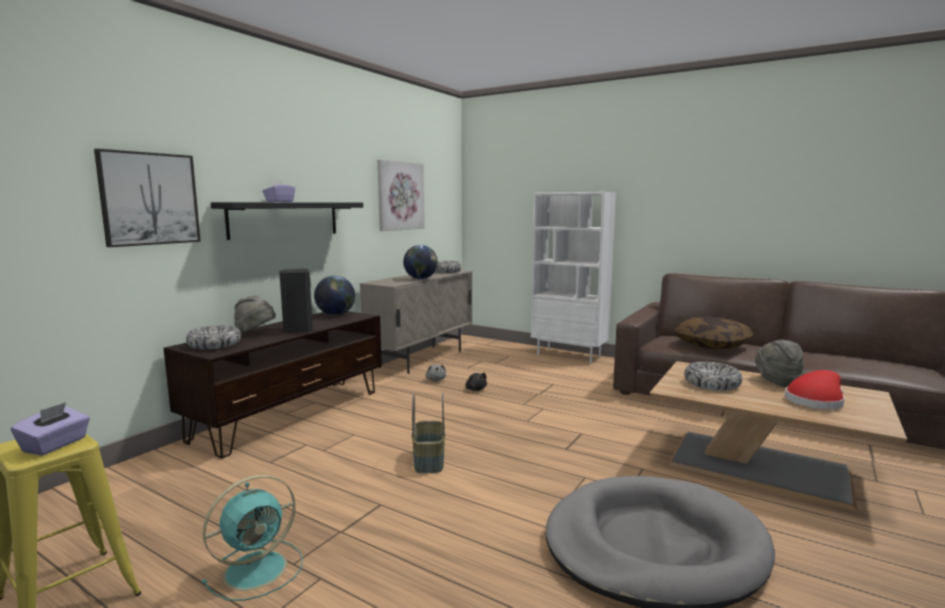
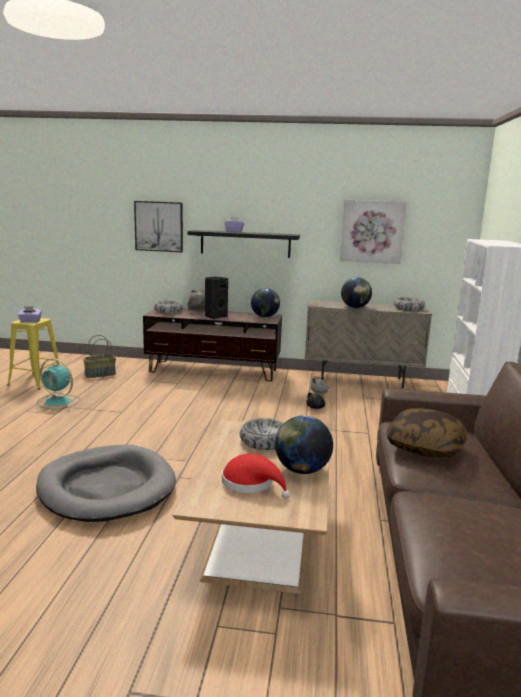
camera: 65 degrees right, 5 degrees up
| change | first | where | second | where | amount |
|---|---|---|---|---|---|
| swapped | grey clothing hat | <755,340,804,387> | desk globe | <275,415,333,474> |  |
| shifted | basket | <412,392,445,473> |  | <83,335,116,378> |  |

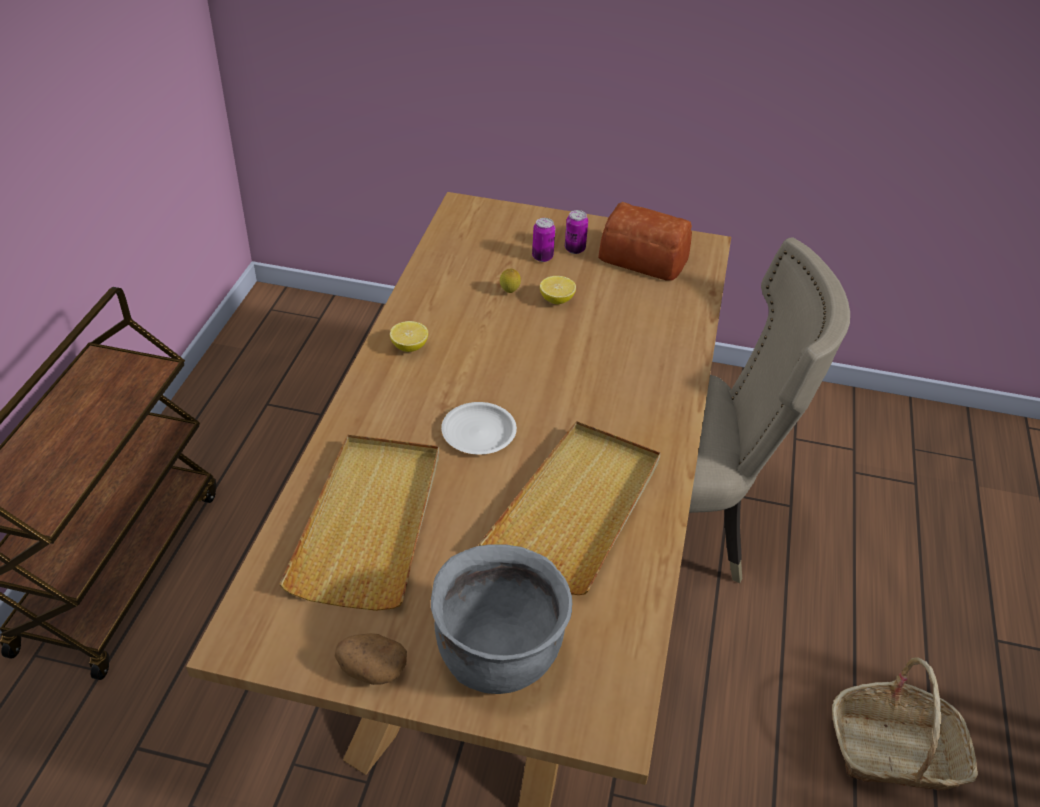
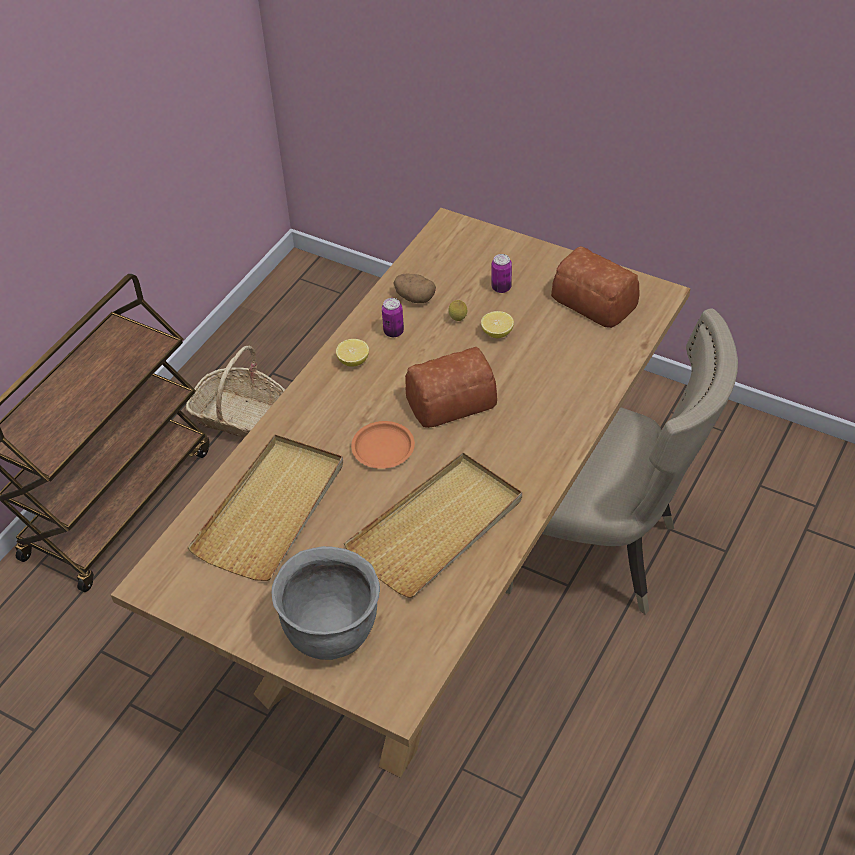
camera: 20 degrees right, 5 degrees up
| change | first | where | second | where | amount |
|---|---|---|---|---|---|
| shifted | metal can | <565,210,588,254> |  | <382,298,404,337> |  |
| repainted | whitish plate | <441,402,517,455> | orange-coloured plate | <351,421,415,469> |  |
| shifted | spud | <335,633,407,685> |  | <393,274,436,303> |  |
| shifted | basket | <832,657,978,790> |  | <186,346,285,438> |  |
| new |  |  | bread | <405,347,497,428> |  |

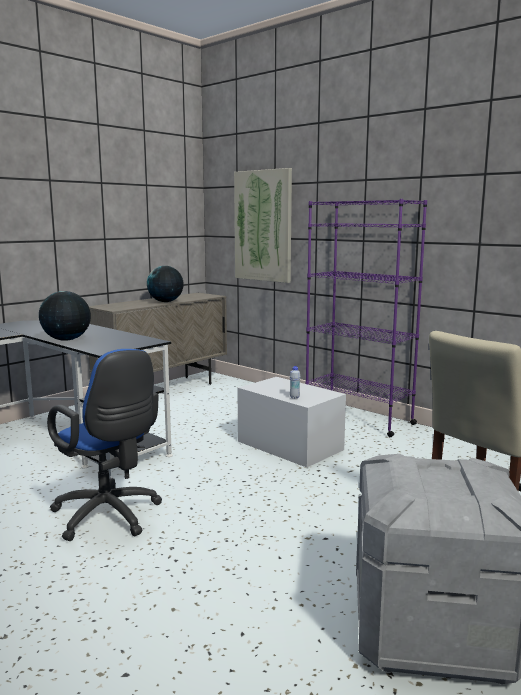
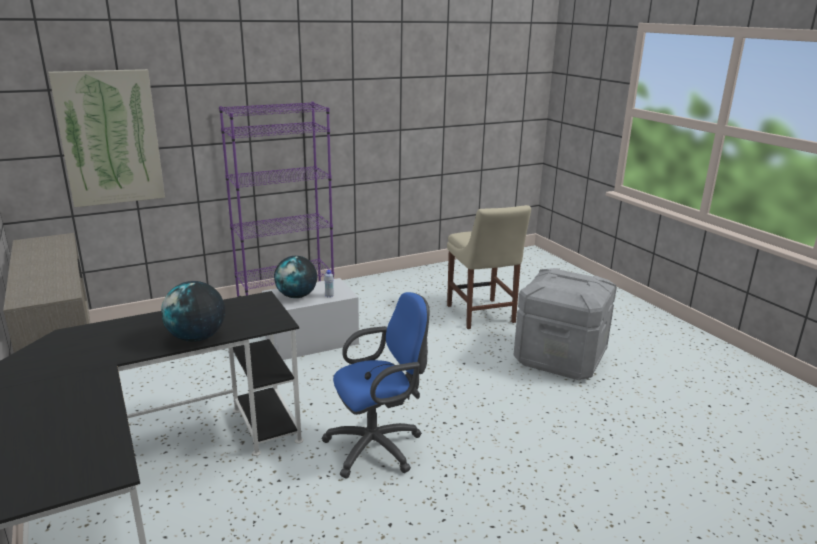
camera: 70 degrees left, 10 degrees up
| change | first | where | second | where | amount |
|---|---|---|---|---|---|
| shifted | desk globe | <147,266,184,302> |  | <274,256,317,298> |  |

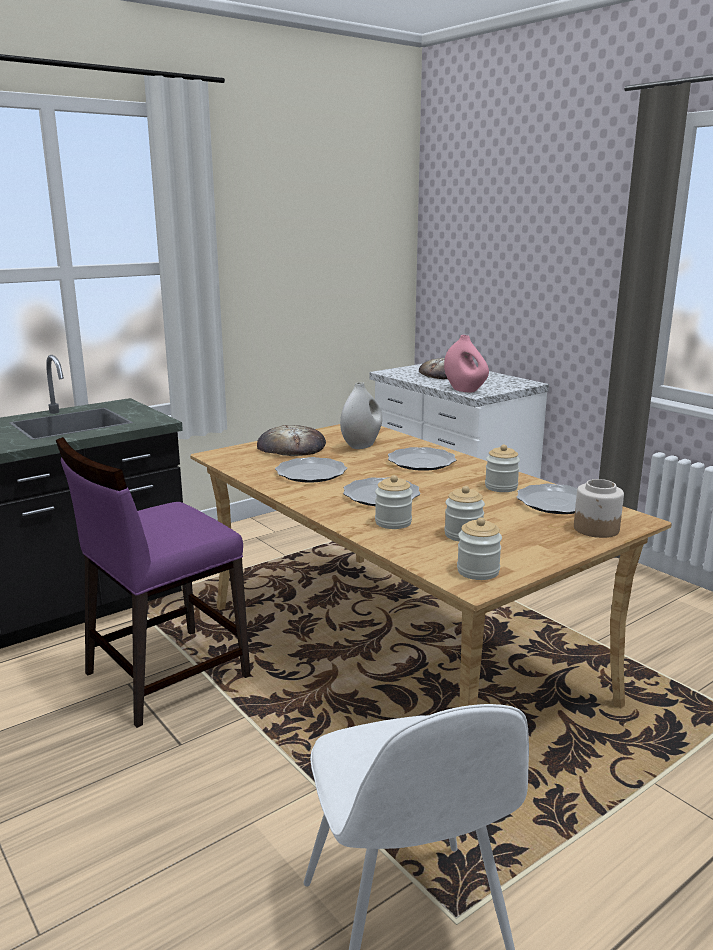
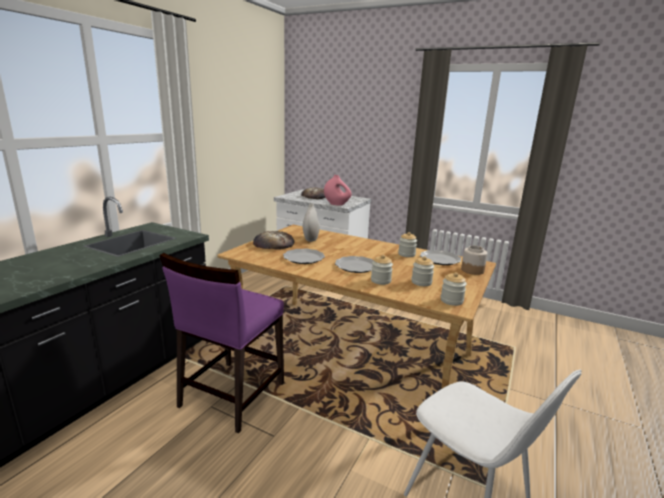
camera: 25 degrees left, 0 degrees up
| change | first | where | second | where | amount |
|---|---|---|---|---|---|
| gone | plate | <388,447,456,471> |  |  |  |

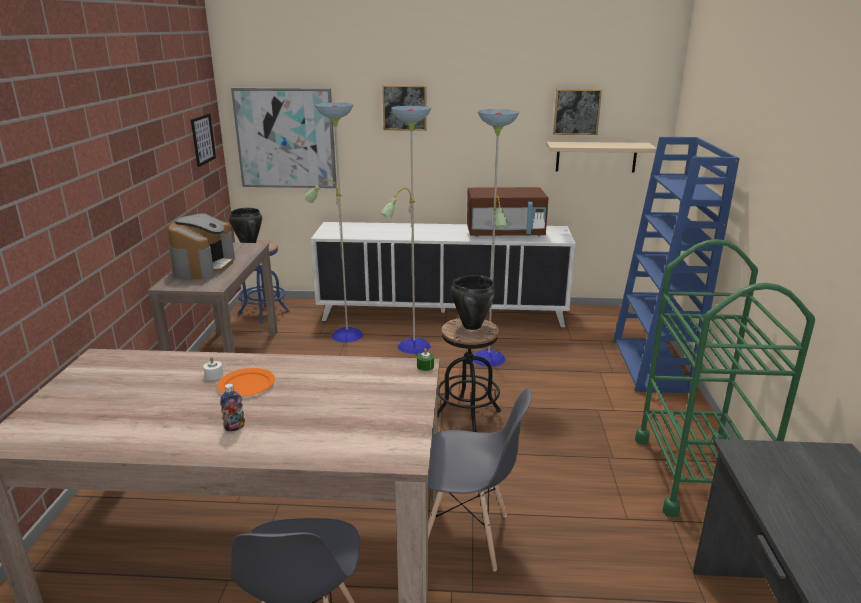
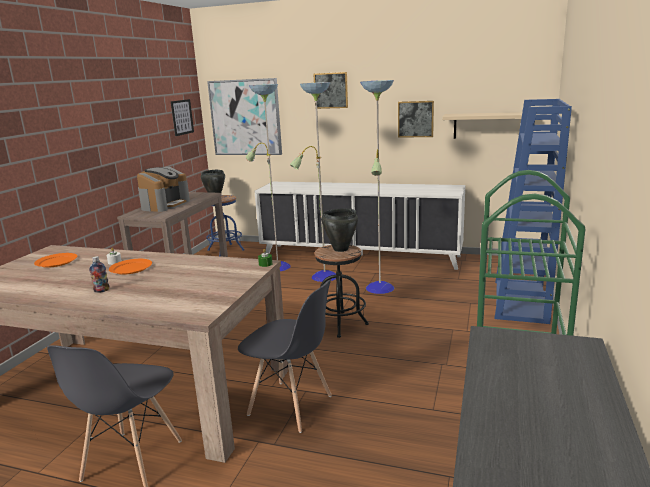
camera: 15 degrees right, 5 degrees down
| change | first | where | second | where | amount |
|---|---|---|---|---|---|
| shifted | wall picture | <553,89,602,135> |  | <398,101,434,138> |  |
| gone | brownish microwave oven | <467,187,549,237> |  |  |  |
| new |  |  | orange-coloured plate | <34,253,77,268> |  |

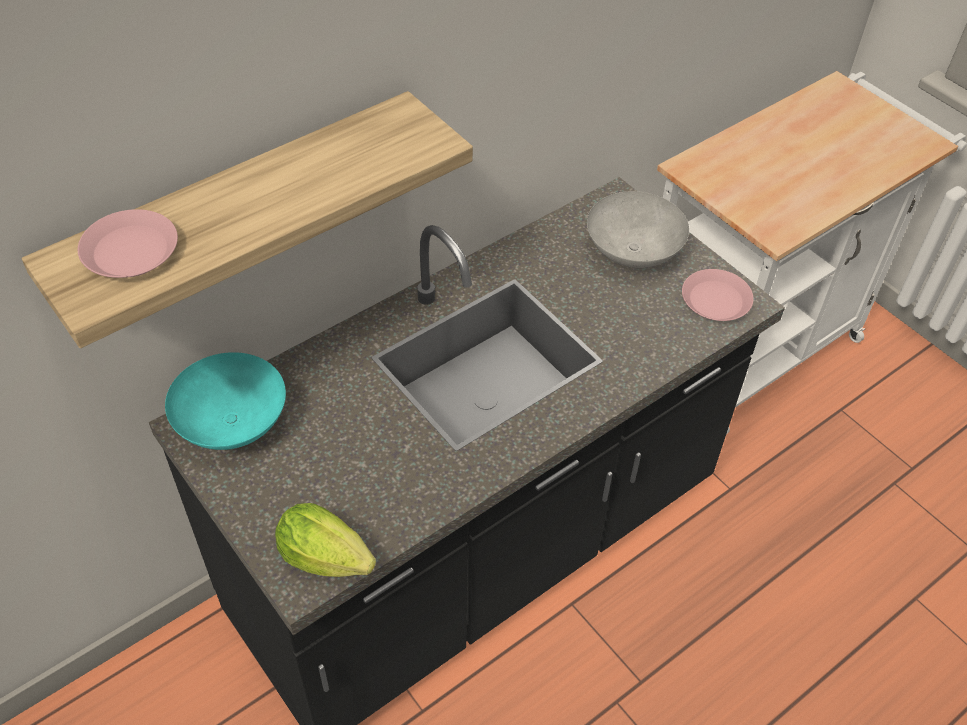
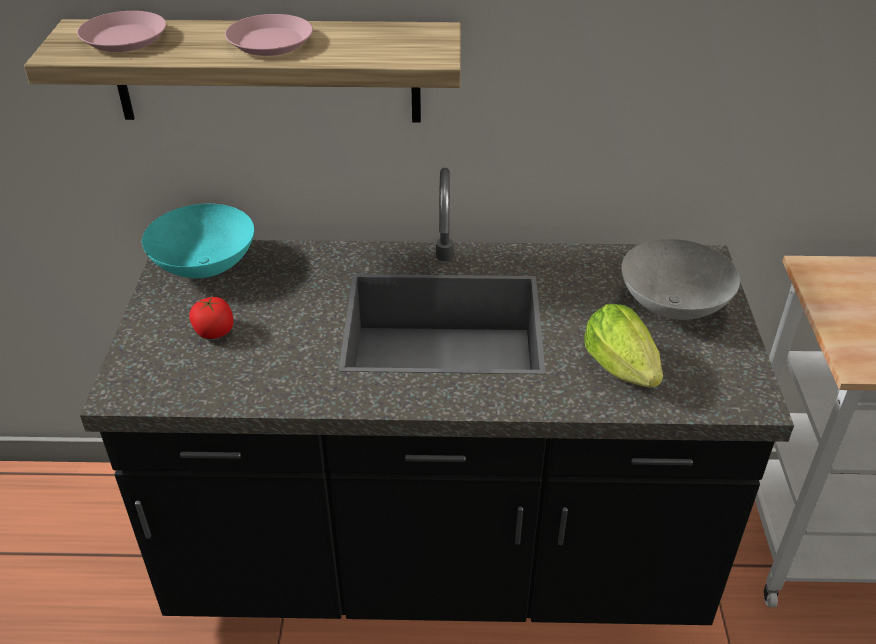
camera: 40 degrees right, 10 degrees down
| change | first | where | second | where | amount |
|---|---|---|---|---|---|
| shifted | pink plate | <682,269,754,321> |  | <225,14,313,56> |  |
| shifted | head of lettuce | <275,503,376,577> |  | <584,304,663,388> |  |
| new |  |  | tomato | <189,296,233,339> |  |

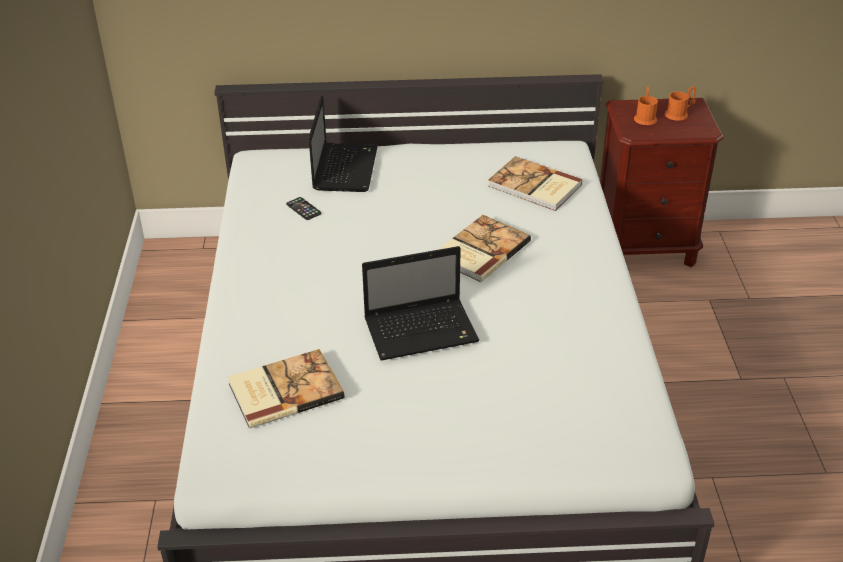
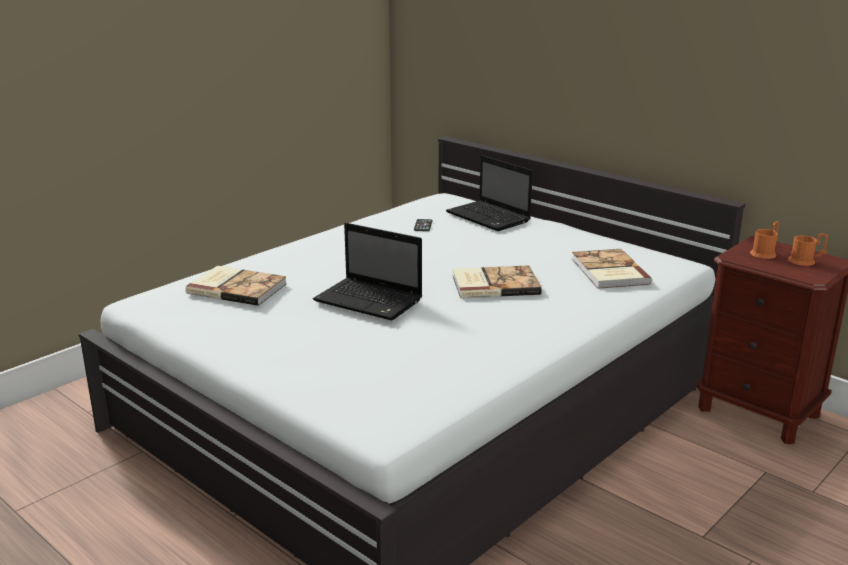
camera: 45 degrees right, 15 degrees down
| change | first | where | second | where | amount |
|---|---|---|---|---|---|
| rotated | laptop | <308,95,378,192> |  | <446,155,533,231> | 90 degrees clockwise |

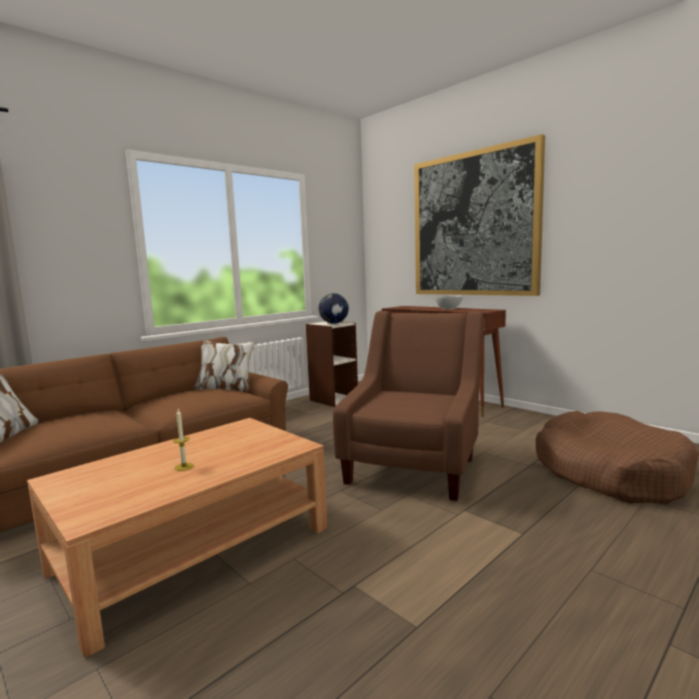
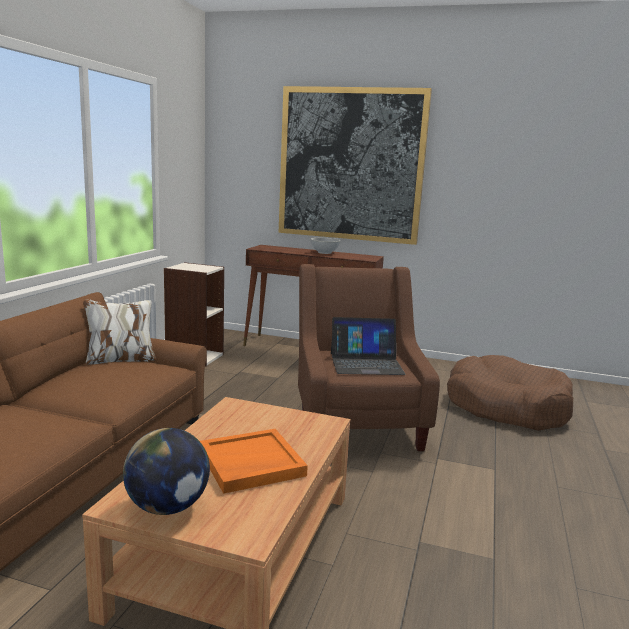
camera: 30 degrees left, 5 degrees up
| change | first | where | second | where | amount |
|---|---|---|---|---|---|
| shifted | desk globe | <319,293,349,324> |  | <123,428,210,515> |  |
| swapped | wax candle | <173,410,194,471> | orange-coloured tray | <200,429,308,494> |  |
| new |  |  | laptop | <331,317,406,375> |  |

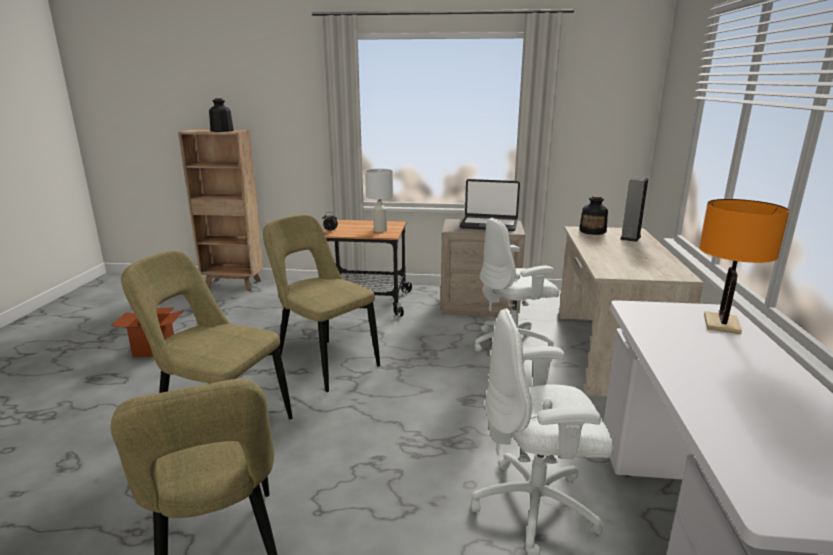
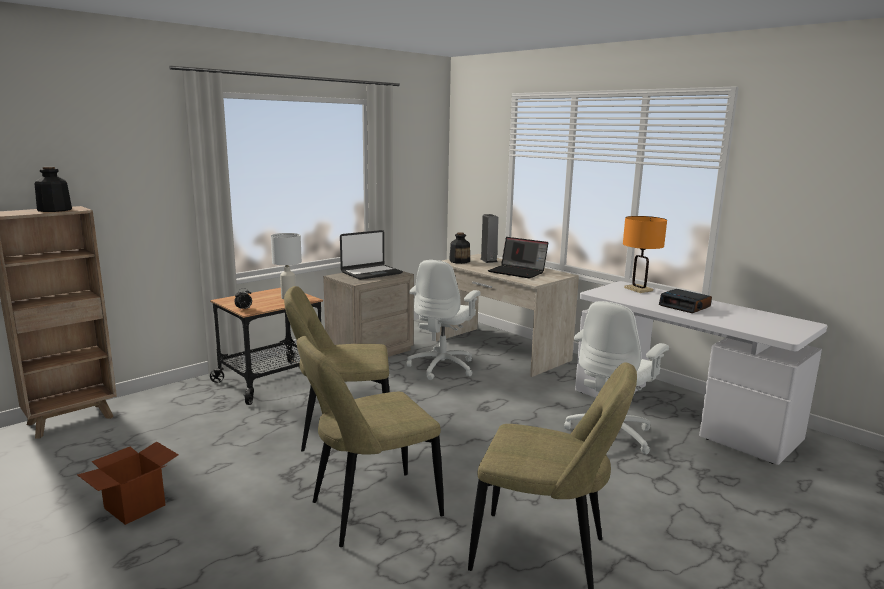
camera: 50 degrees left, 5 degrees down
| change | first | where | second | where | amount |
|---|---|---|---|---|---|
| new |  |  | laptop | <488,237,549,278> |  |
| new |  |  | table clock | <659,289,712,313> |  |

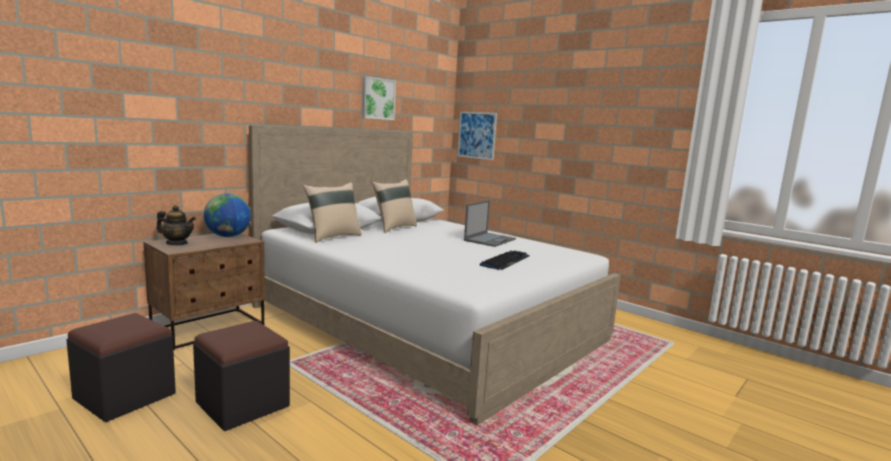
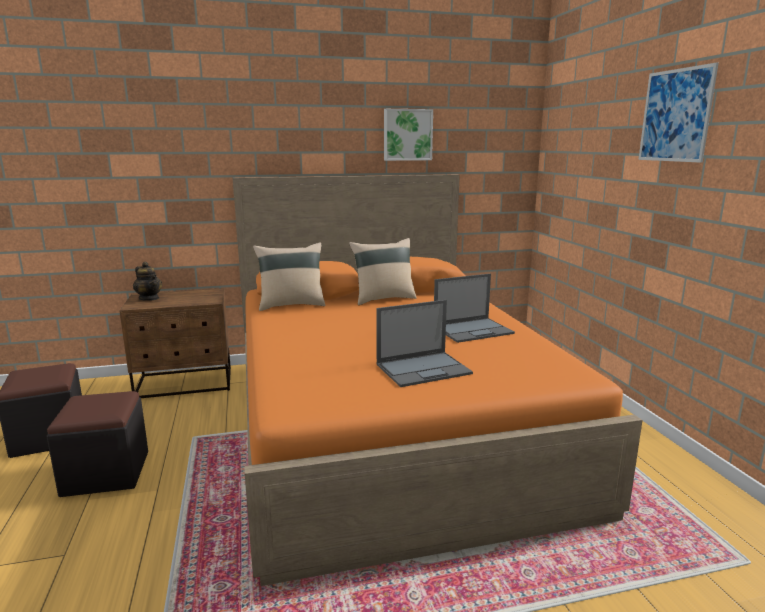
camera: 35 degrees right, 5 degrees up
| change | first | where | second | where | amount |
|---|---|---|---|---|---|
| shifted | wall picture | <458,112,497,160> |  | <638,63,719,163> |  |
| repainted | whitish bedroom bed | <249,125,621,425> | orange-coloured bedroom bed | <233,175,643,586> |  |
| gone | desk globe | <204,193,251,237> |  |  |  |
| swapped | computer keyboard | <480,251,529,270> | laptop | <376,300,473,387> |  |

